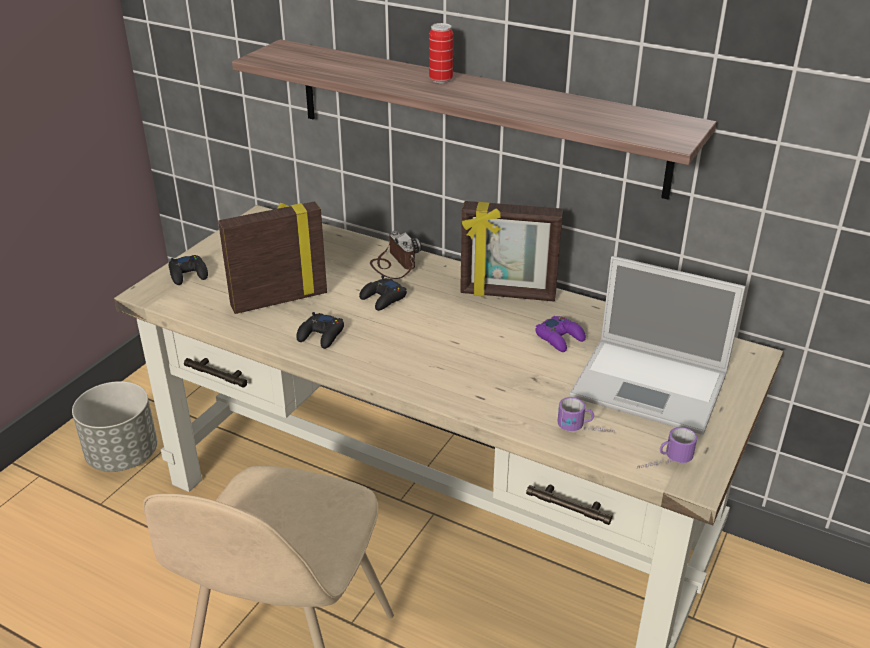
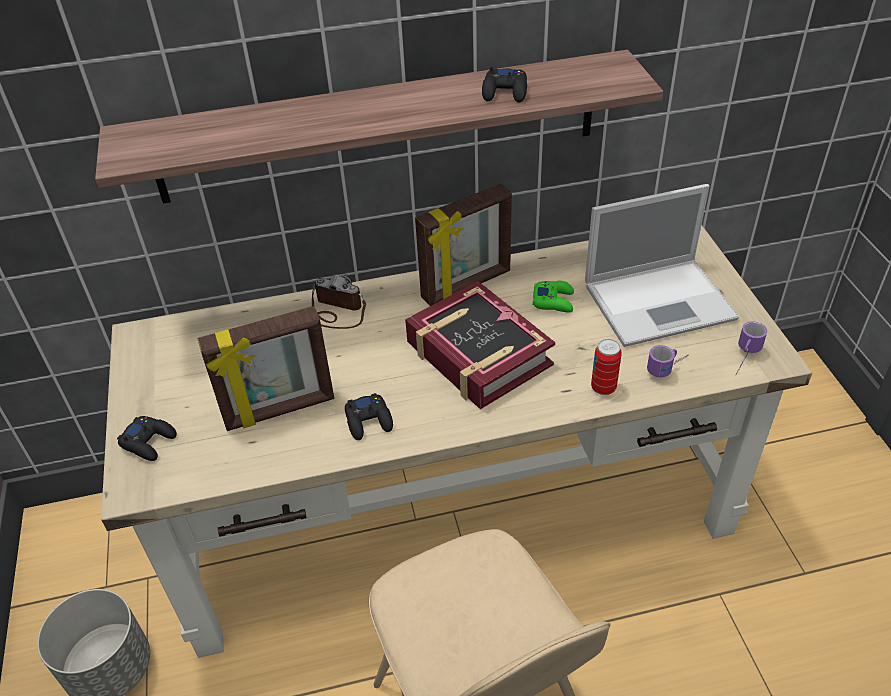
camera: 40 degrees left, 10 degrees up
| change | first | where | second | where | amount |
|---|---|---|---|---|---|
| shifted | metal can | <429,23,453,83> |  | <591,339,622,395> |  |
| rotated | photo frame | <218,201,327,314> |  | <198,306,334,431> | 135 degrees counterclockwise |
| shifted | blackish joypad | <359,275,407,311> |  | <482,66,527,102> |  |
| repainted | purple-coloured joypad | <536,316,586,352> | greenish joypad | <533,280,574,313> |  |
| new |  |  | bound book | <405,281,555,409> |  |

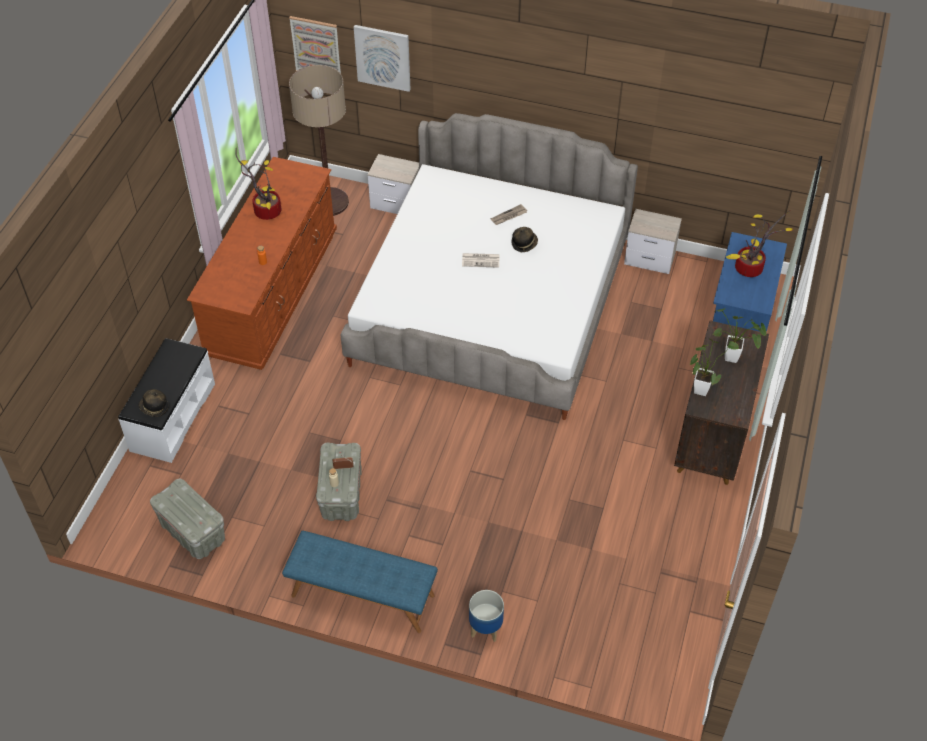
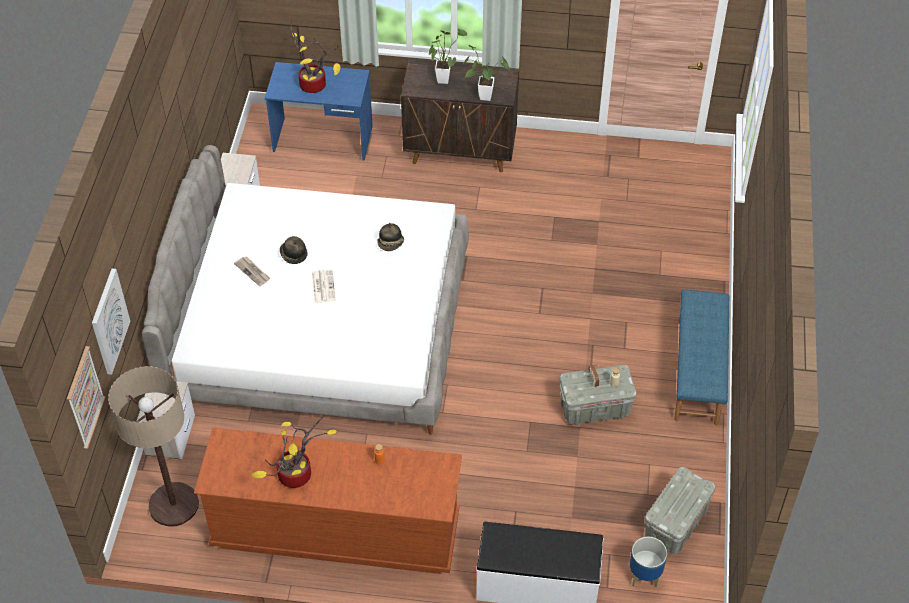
camera: 100 degrees left, 0 degrees up
| change | first | where | second | where | amount |
|---|---|---|---|---|---|
| shifted | clothing hat | <139,389,169,417> |  | <377,223,404,251> |  |
| shifted | planter | <469,590,504,642> |  | <629,537,667,588> |  |

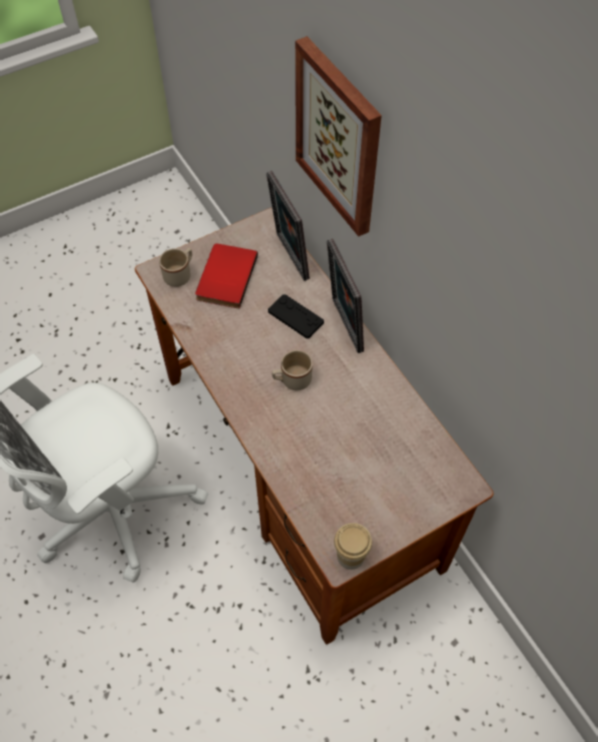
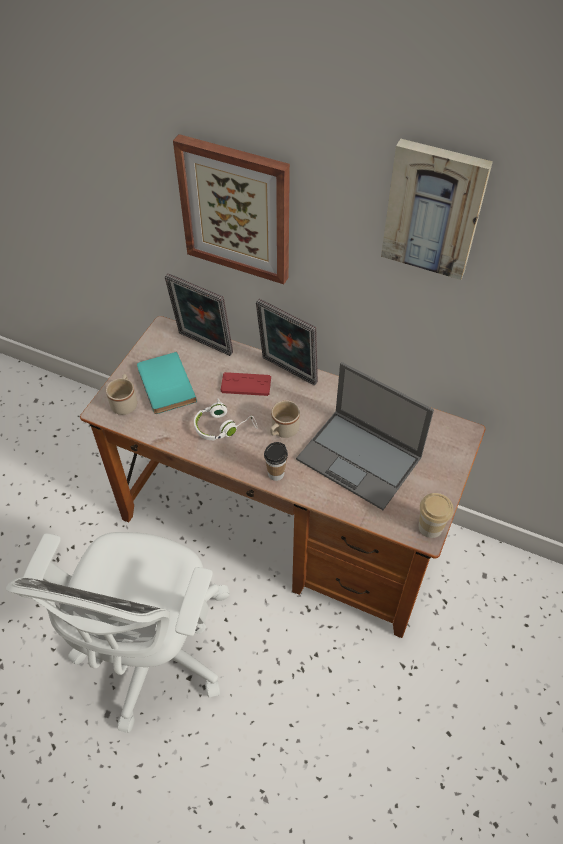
camera: 35 degrees left, 5 degrees down
| change | first | where | second | where | amount |
|---|---|---|---|---|---|
| repainted | reddish bound book | <195,244,258,309> | turquoise-coloured bound book | <137,352,197,414> |  |
| repainted | blackish joypad | <268,294,324,339> | reddish joypad | <221,372,271,396> |  |
| new |  |  | wall picture | <381,139,493,280> |  |
| new |  |  | laptop | <296,362,434,510> |  |
| new |  |  | whitish headphones | <194,398,257,440> |  |
| new |  |  | cup | <264,442,288,481> |  |

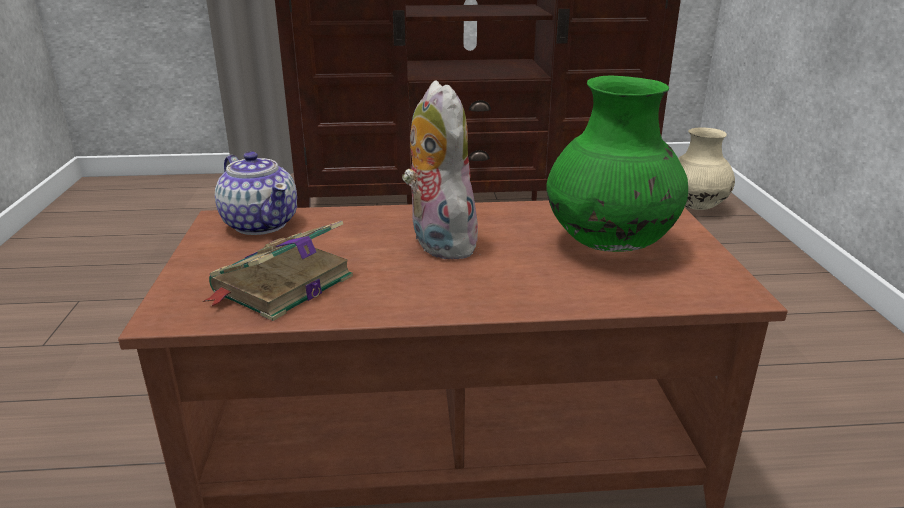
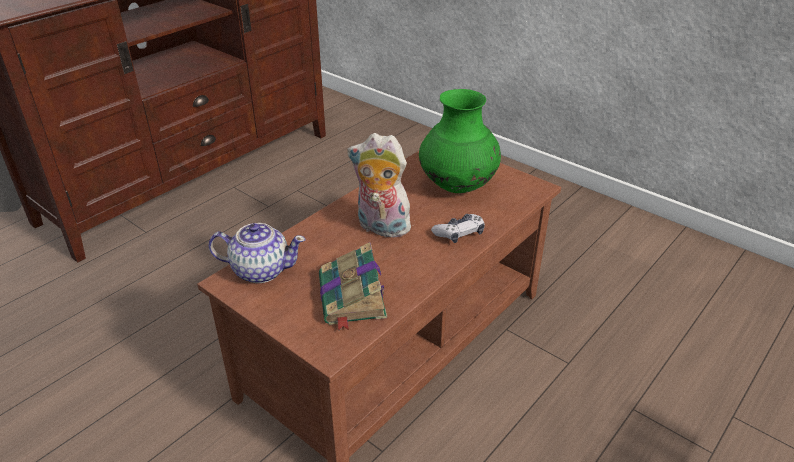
camera: 45 degrees left, 10 degrees up
| change | first | where | second | where | amount |
|---|---|---|---|---|---|
| gone | beige vase | <678,127,735,210> |  |  |  |
| new |  |  | joypad | <431,214,485,243> |  |

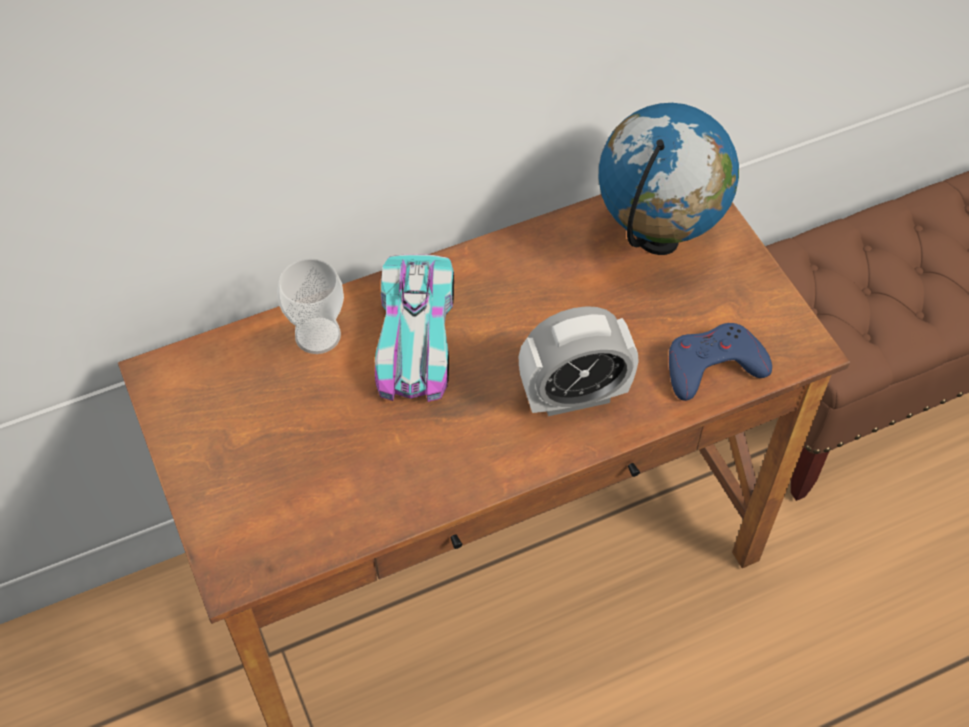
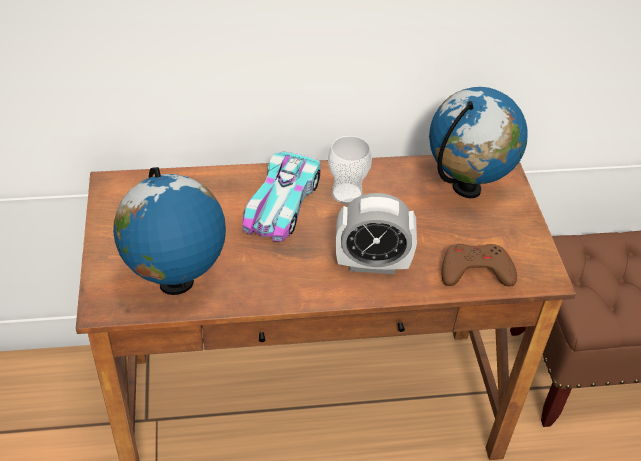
camera: 15 degrees right, 10 degrees down
| change | first | where | second | where | amount |
|---|---|---|---|---|---|
| shifted | cup | <277,258,344,354> |  | <328,136,372,204> |  |
| repainted | blue-coloured joypad | <669,323,772,401> | brownish joypad | <441,244,517,286> |  |
| new |  |  | desk globe | <113,167,226,295> |  |

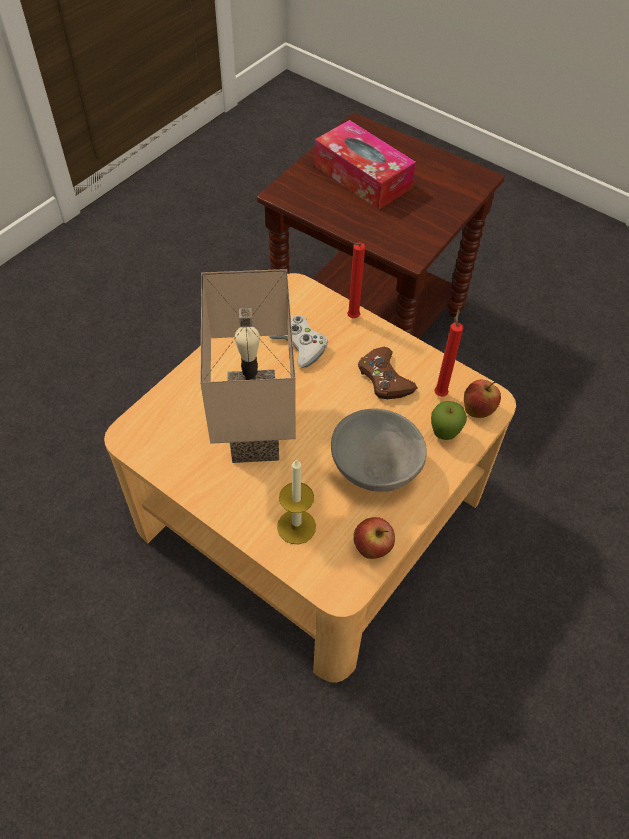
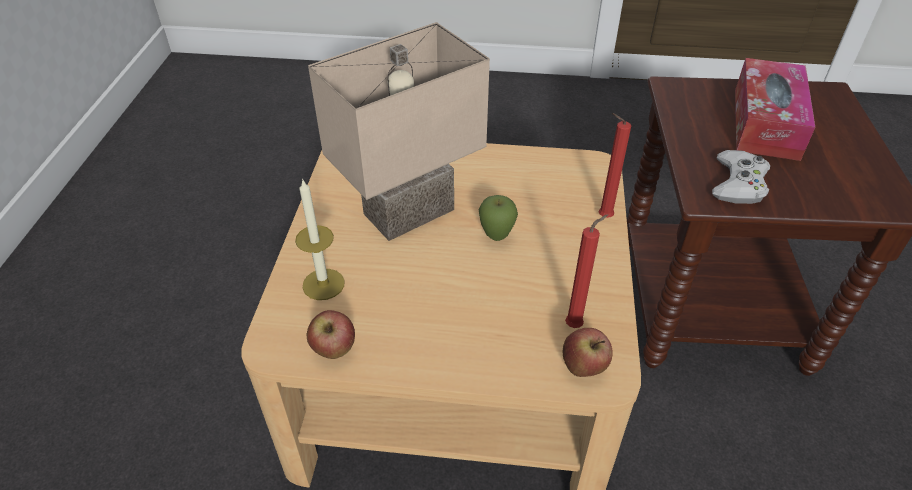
camera: 60 degrees right, 10 degrees down
| change | first | where | second | where | amount |
|---|---|---|---|---|---|
| shifted | whitish joypad | <269,316,328,368> |  | <712,150,770,204> |  |
| gone | brownish joypad | <358,347,417,399> |  |  |  |
| shifted | apple fruit | <431,401,467,440> |  | <478,195,518,241> |  |
| gone | grey bowl | <331,408,426,492> |  |  |  |

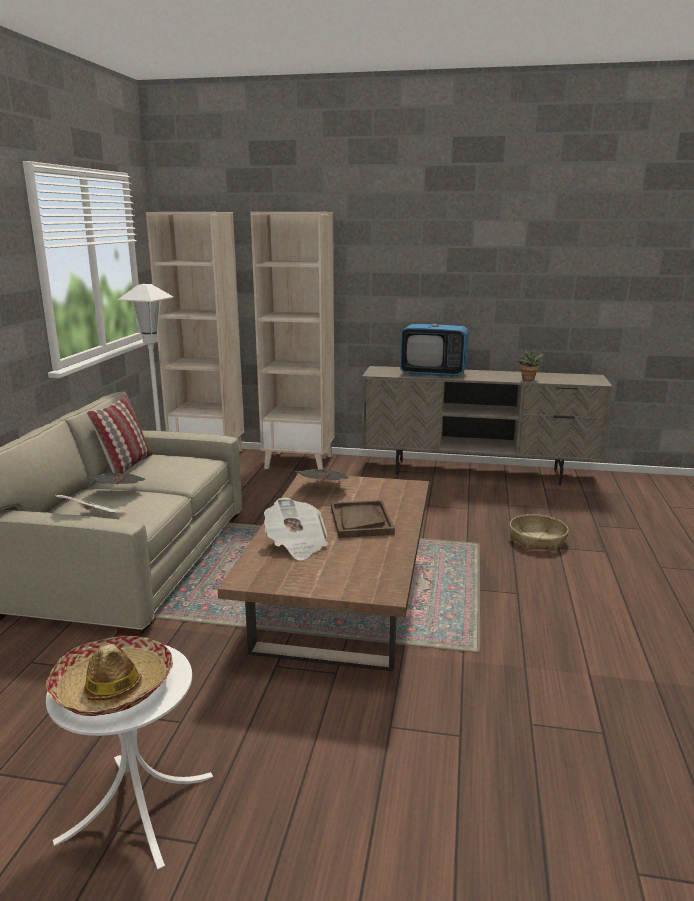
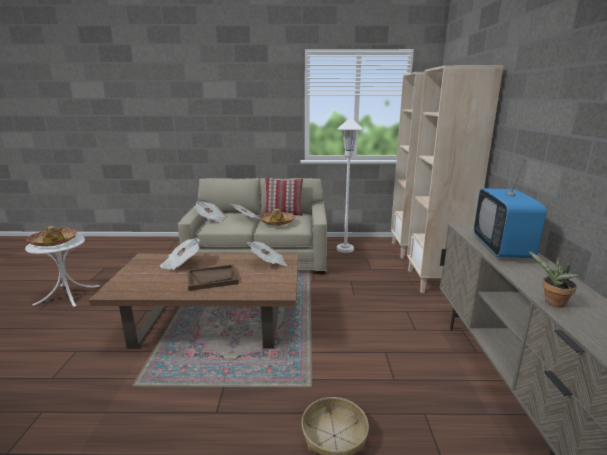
camera: 80 degrees right, 0 degrees up
| change | first | where | second | where | amount |
|---|---|---|---|---|---|
| new |  |  | clothing hat | <259,209,295,226> |  |

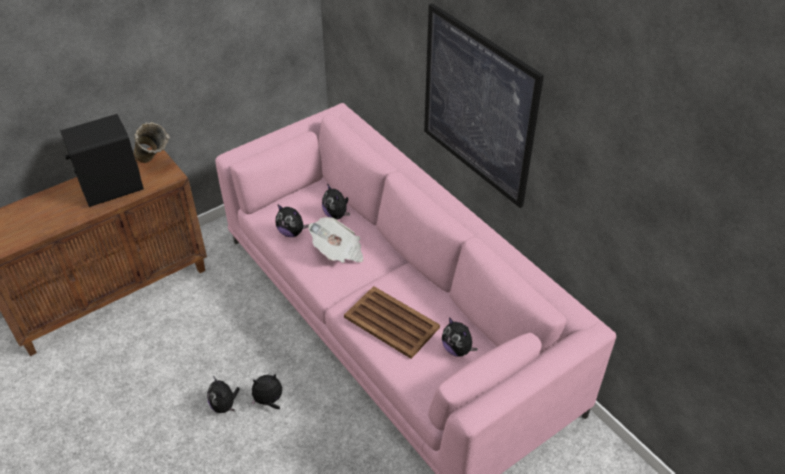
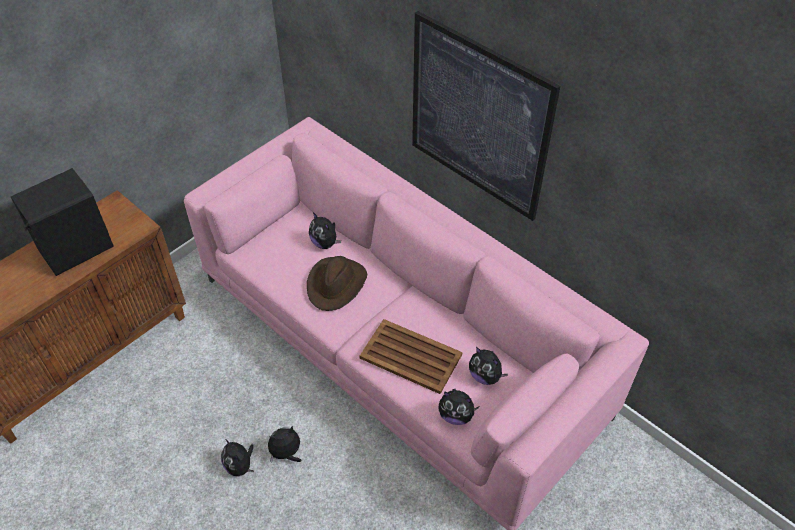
camera: 10 degrees left, 5 degrees up
| change | first | where | second | where | amount |
|---|---|---|---|---|---|
| gone | beige vase | <134,122,170,163> |  |  |  |
| shifted | plush toy | <275,205,309,237> |  | <439,389,479,425> |  |
| swapped | printed paper | <308,217,364,263> | brownish clothing hat | <307,256,367,311> |  |

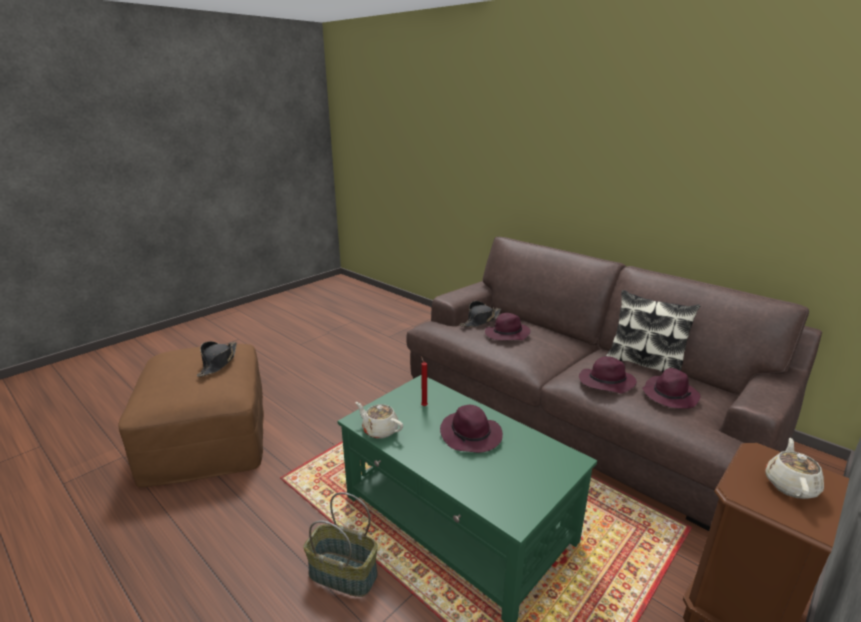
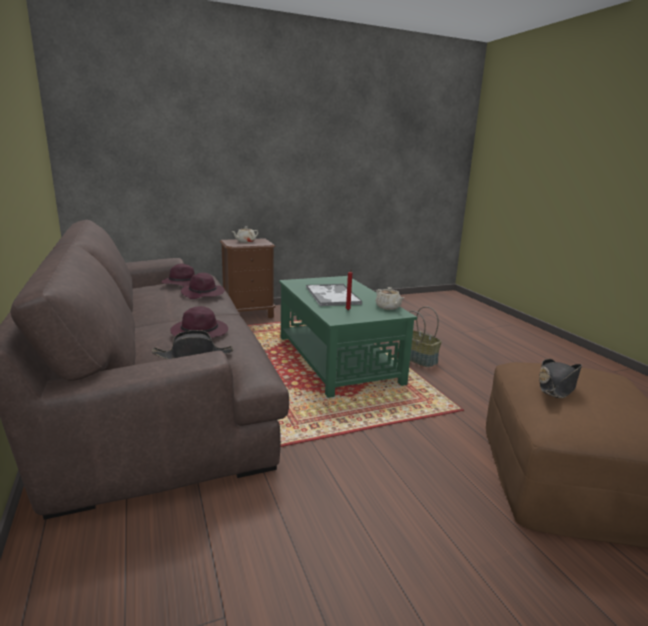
camera: 155 degrees left, 5 degrees down
| change | first | where | second | where | amount |
|---|---|---|---|---|---|
| gone | cushion | <606,290,701,372> |  |  |  |
| swapped | purple-coloured clothing hat | <440,405,503,453> | tray | <306,284,362,306> |  |

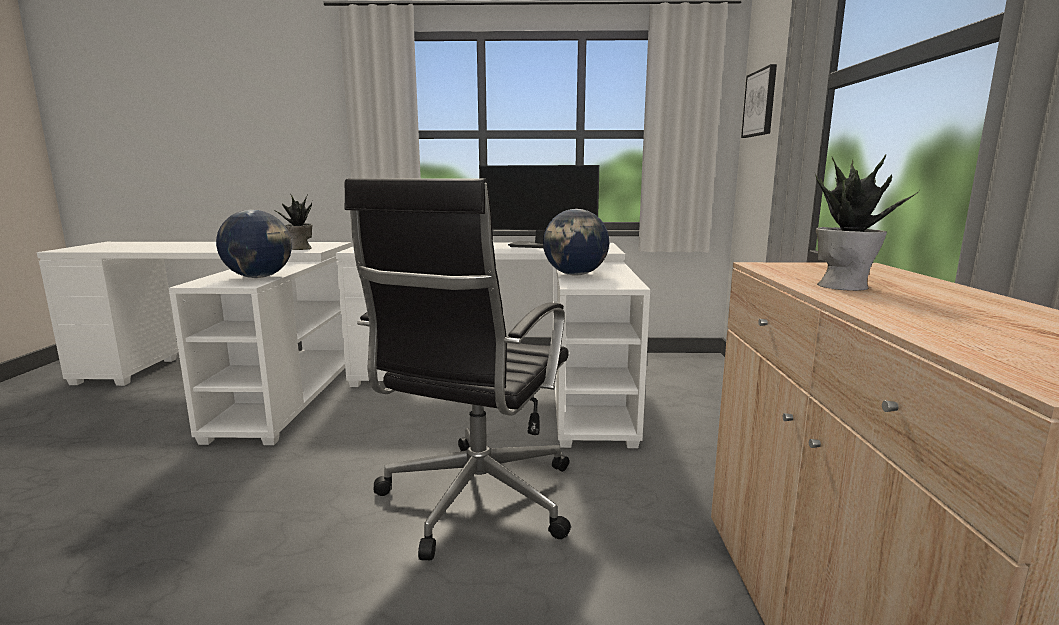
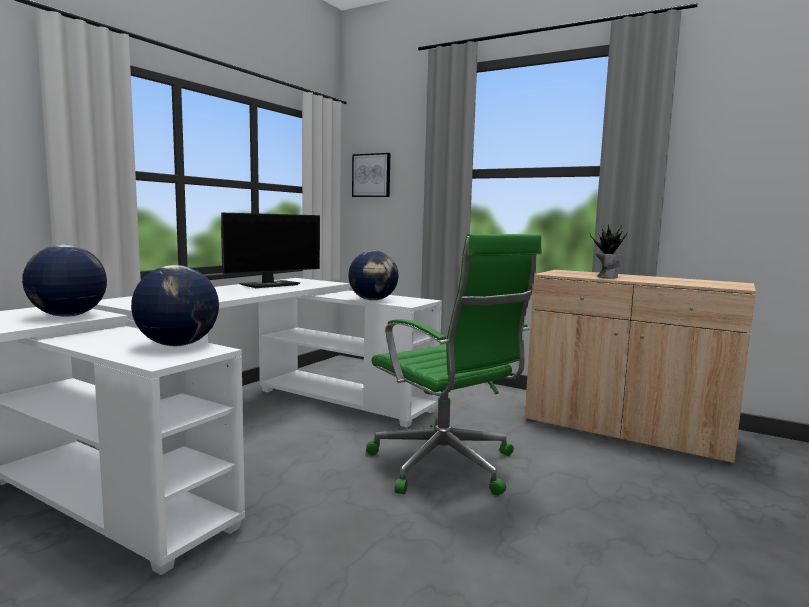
camera: 60 degrees left, 5 degrees down
| change | first | where | second | where | amount |
|---|---|---|---|---|---|
| repainted | blackish computer chair | <344,178,571,560> | greenish computer chair | <366,234,542,495> |  |
| swapped | houseplant | <272,195,313,250> | desk globe | <22,245,107,317> |  |

